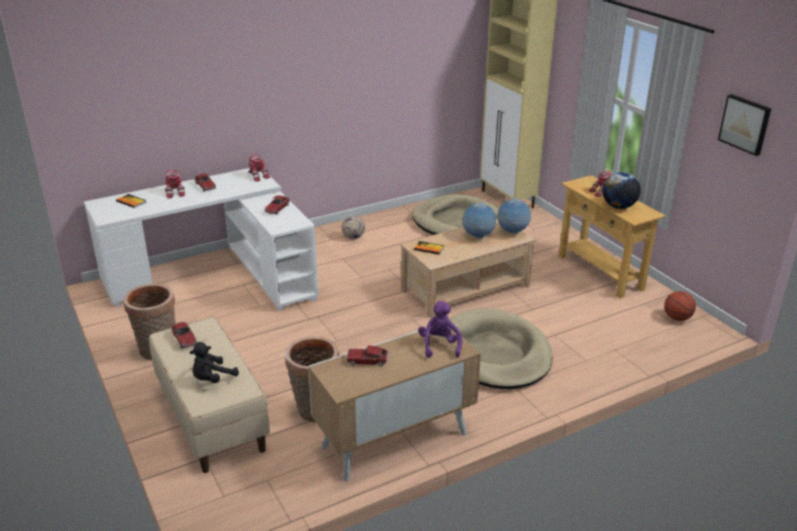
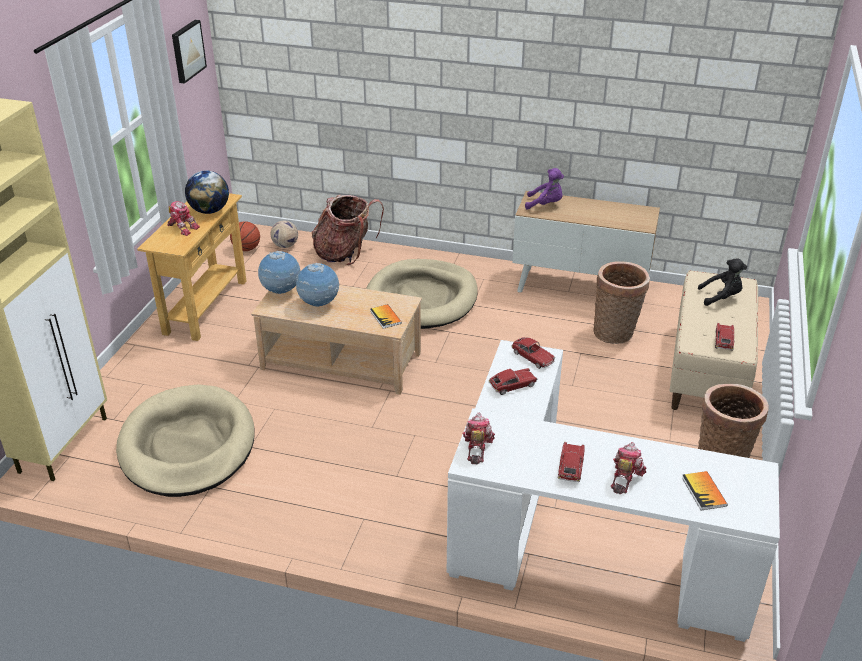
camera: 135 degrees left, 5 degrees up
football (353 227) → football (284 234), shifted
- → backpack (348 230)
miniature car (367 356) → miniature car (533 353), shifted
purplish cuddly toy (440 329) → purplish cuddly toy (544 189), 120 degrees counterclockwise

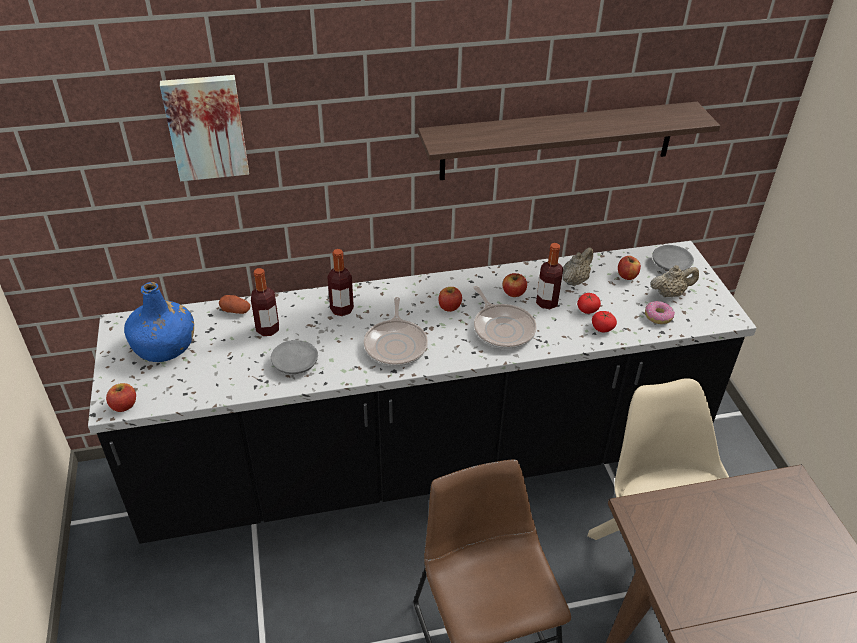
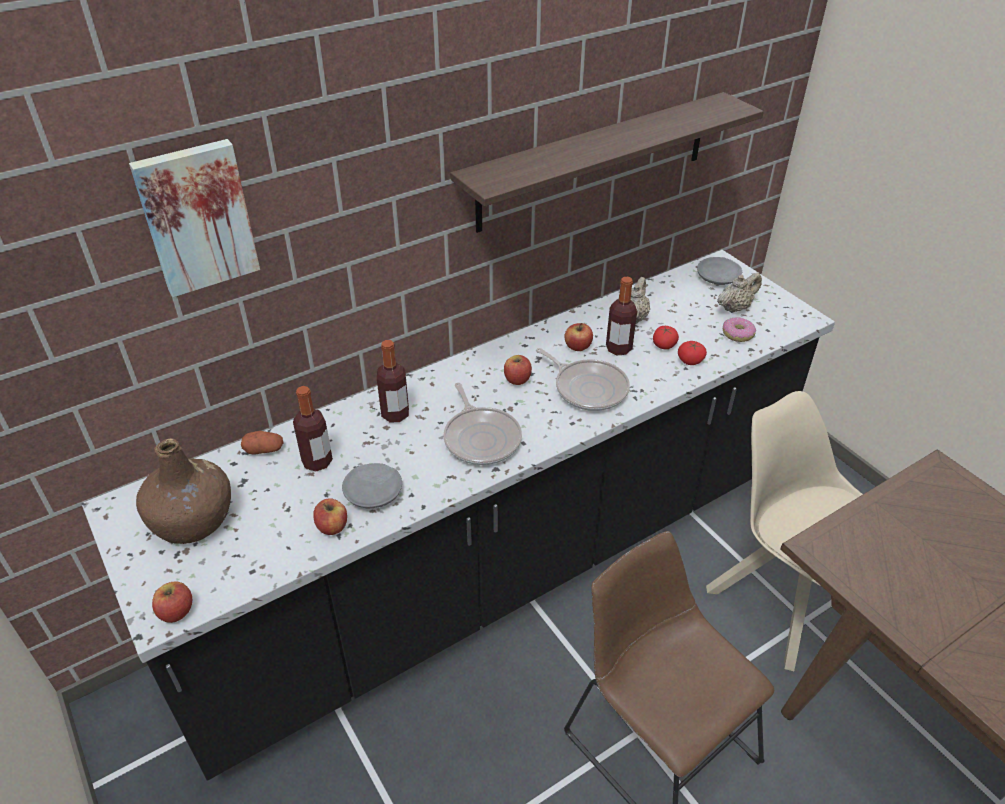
camera: 20 degrees left, 0 degrees up
bluish beverage bottle (159 322) → brown beverage bottle (183 491)
whole apple (629 268) → whole apple (330 516), shifted

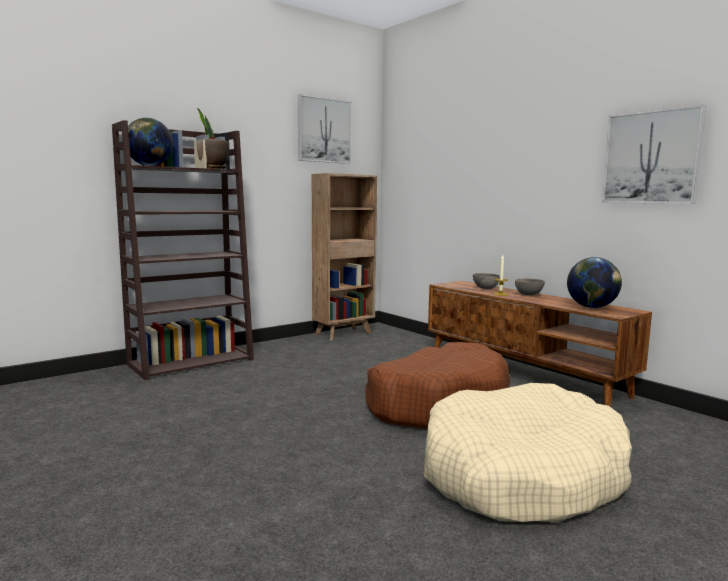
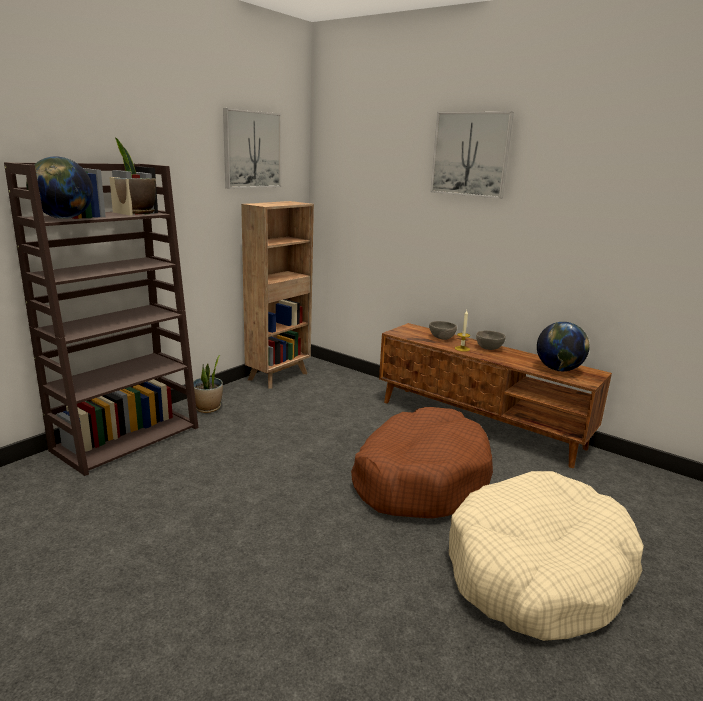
camera: 15 degrees left, 10 degrees up
- → houseplant (208 384)
wall art (654 154) → wall art (472 155), shifted

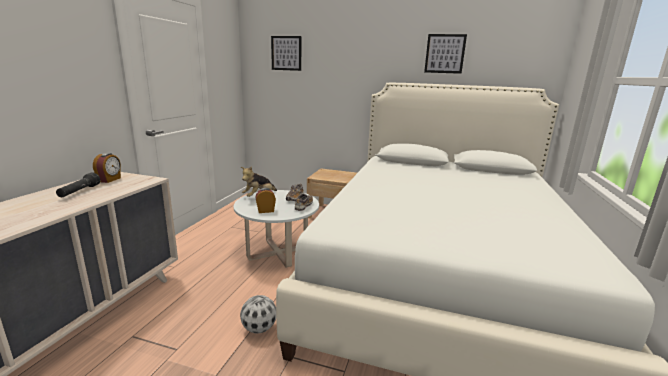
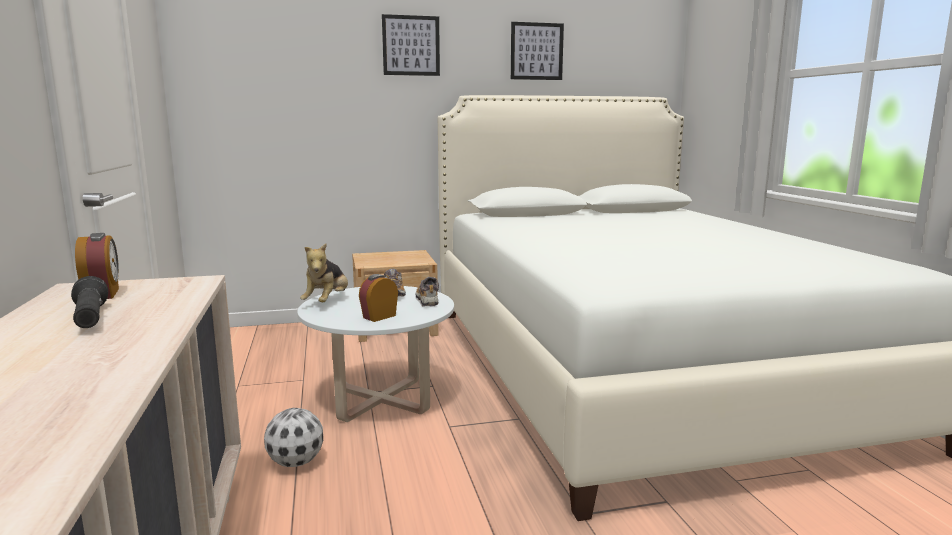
camera: 30 degrees left, 5 degrees down
football (258 314) → football (293 437), shifted
wall art (286 53) → wall art (411 45), shifted

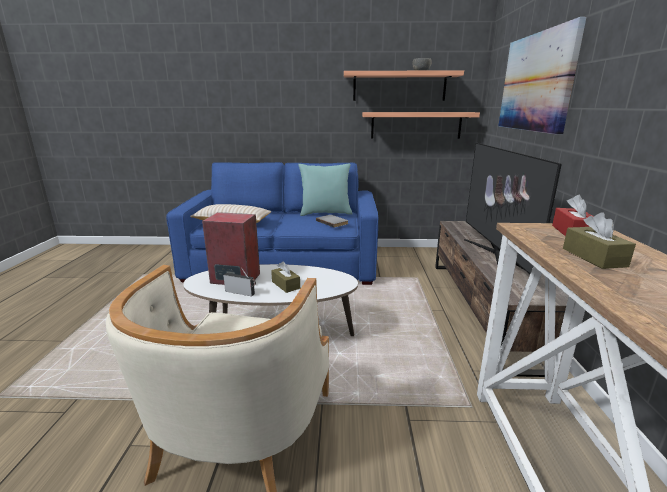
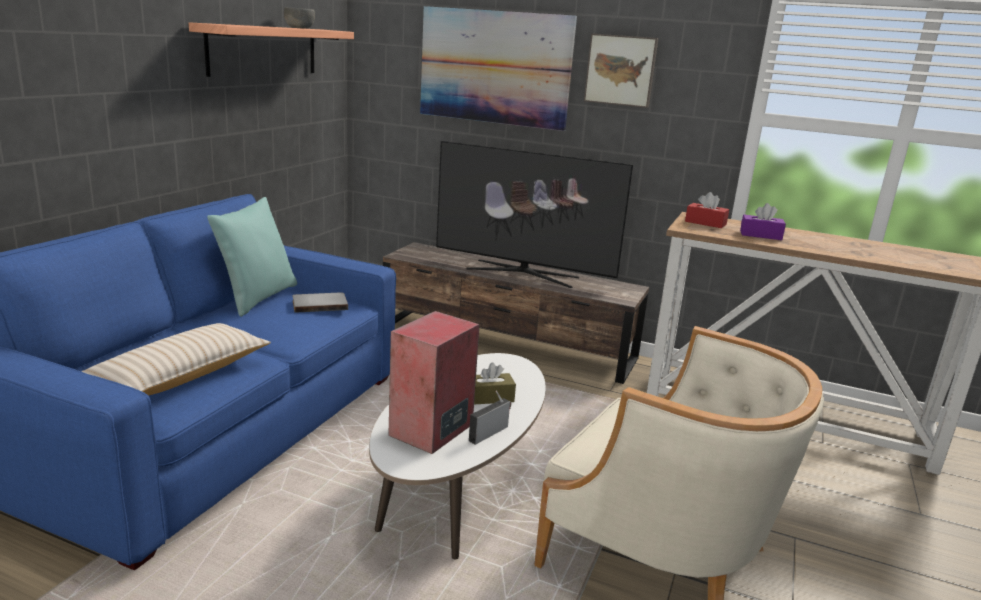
camera: 70 degrees left, 0 degrees up
- → wall art (621 70)
brown box of tissues (599 241) → purplish box of tissues (763 221)
bracket shelf (421 125) → -

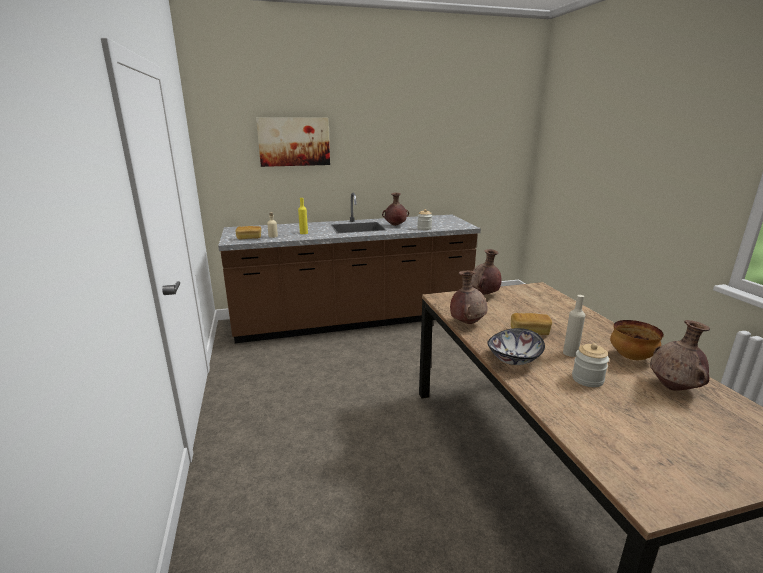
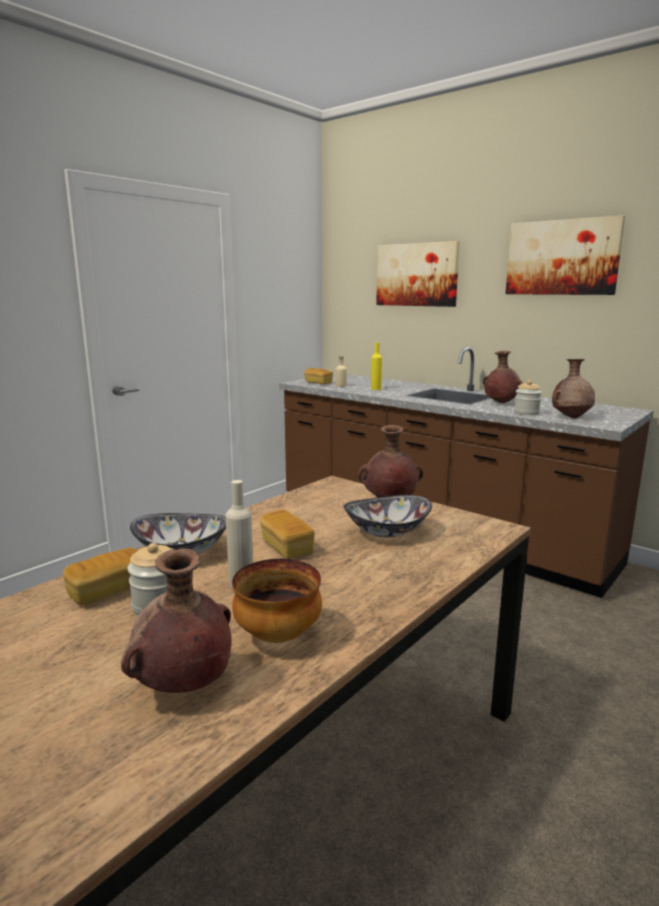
camera: 55 degrees right, 5 degrees down
- → bread (100 576)
- → bowl (388 516)
- → wall art (565 255)
brown flower vase (469 297) → brown flower vase (573 388), shifted

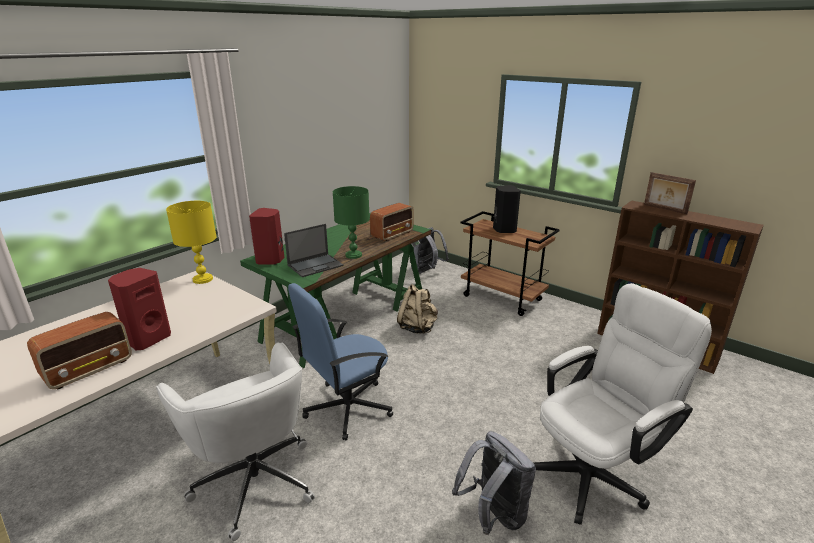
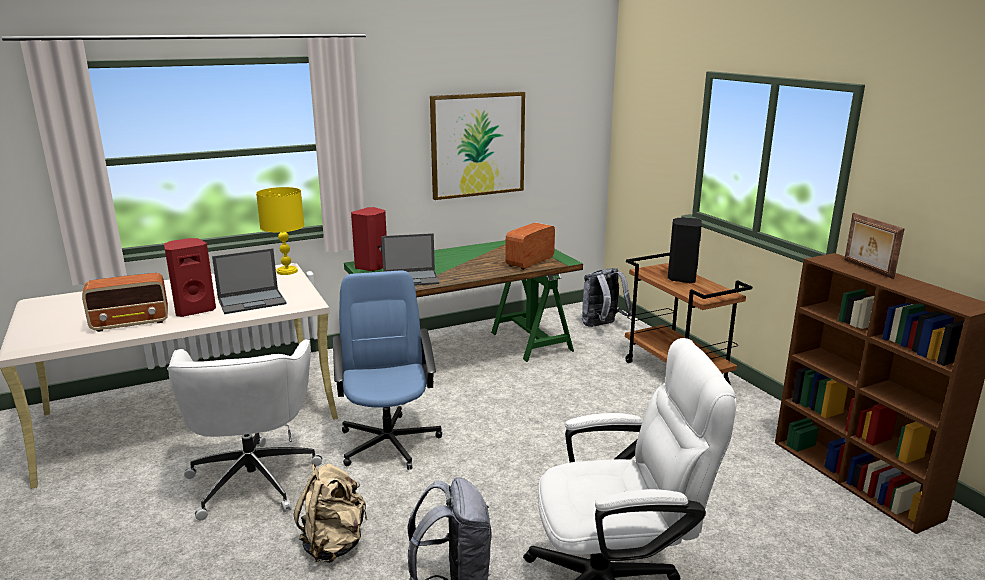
camera: 25 degrees right, 5 degrees down
- → laptop (249 281)
beige backpack (417 309) → beige backpack (331 513), shifted
bluish desk chair (340 361) → bluish desk chair (387 370), 90 degrees clockwise
- → wall art (477 146)
radio set (392 222) → radio set (530 246), 150 degrees clockwise
greenish table lamp (351 222) → -

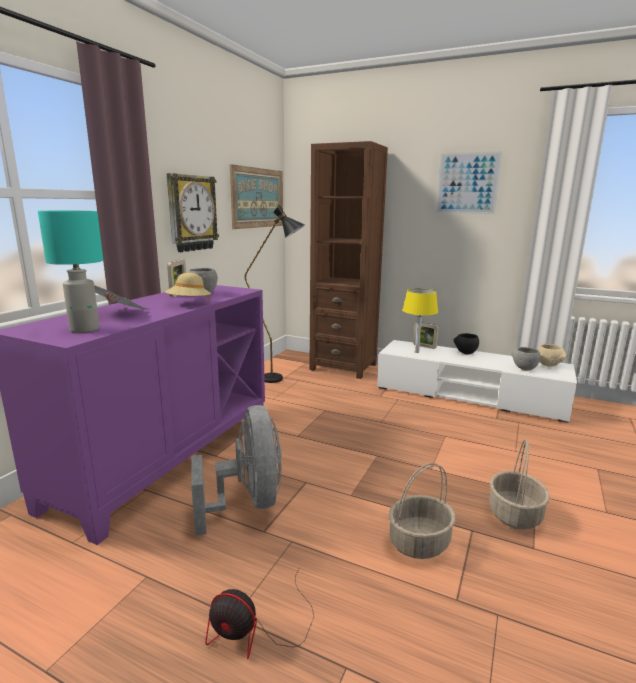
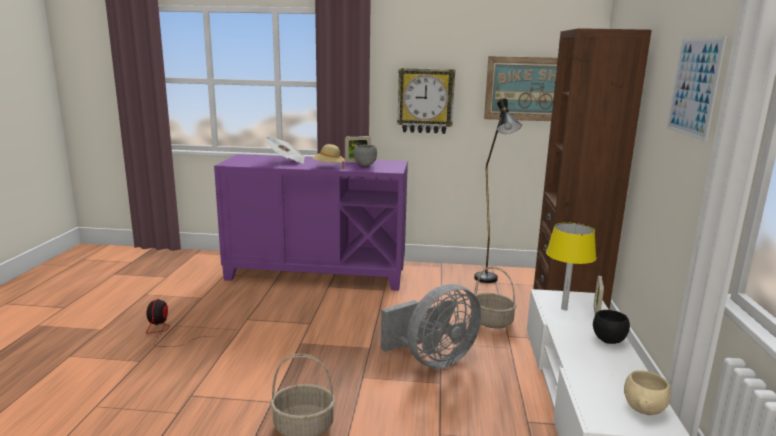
camera: 70 degrees right, 0 degrees up
gray cooling fan (236 470) → gray cooling fan (431 326), shifted
household basket (422 511) → household basket (495 297), shifted
turquoise table lamp (70 272) → -
gray bowl (525 359) → -

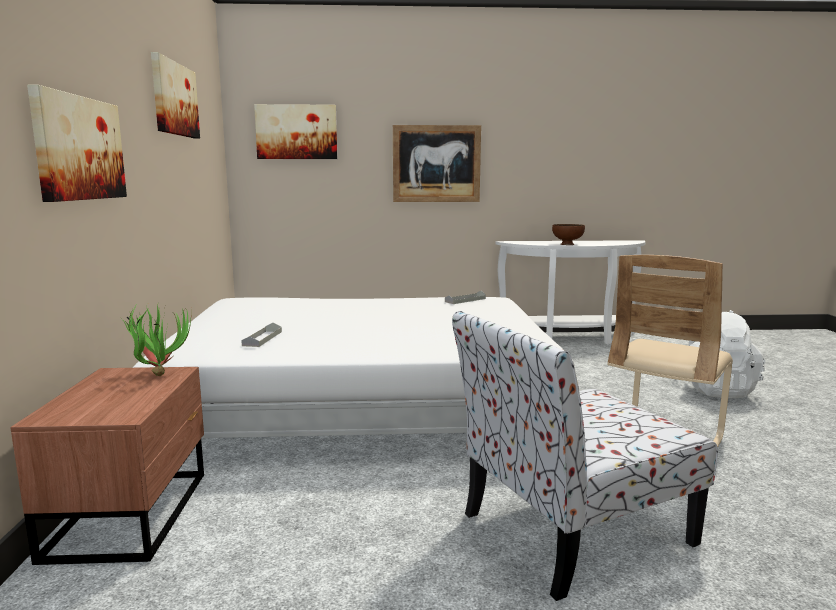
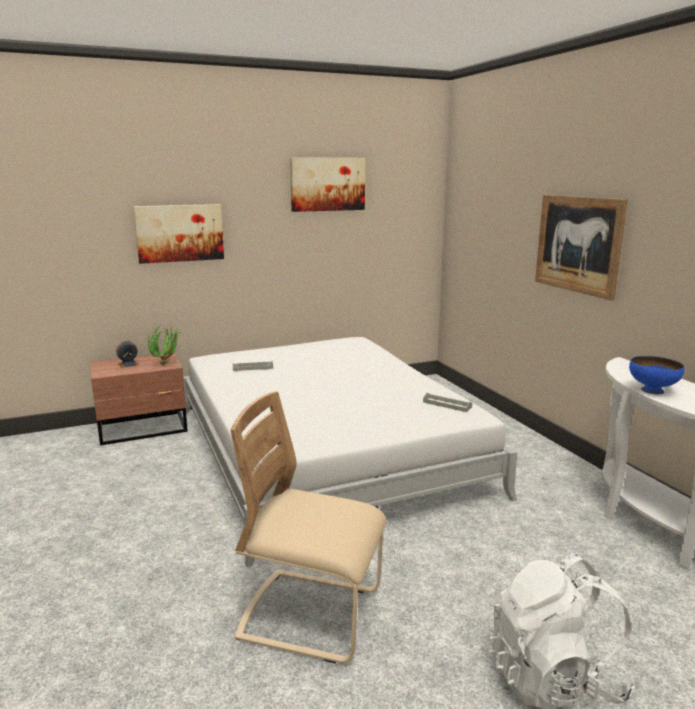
camera: 70 degrees right, 5 degrees up
- → table clock (127 354)
brown bowl (568 234) → bluish bowl (656 375)
wall art (295 131) → -
chair (585 456) → -

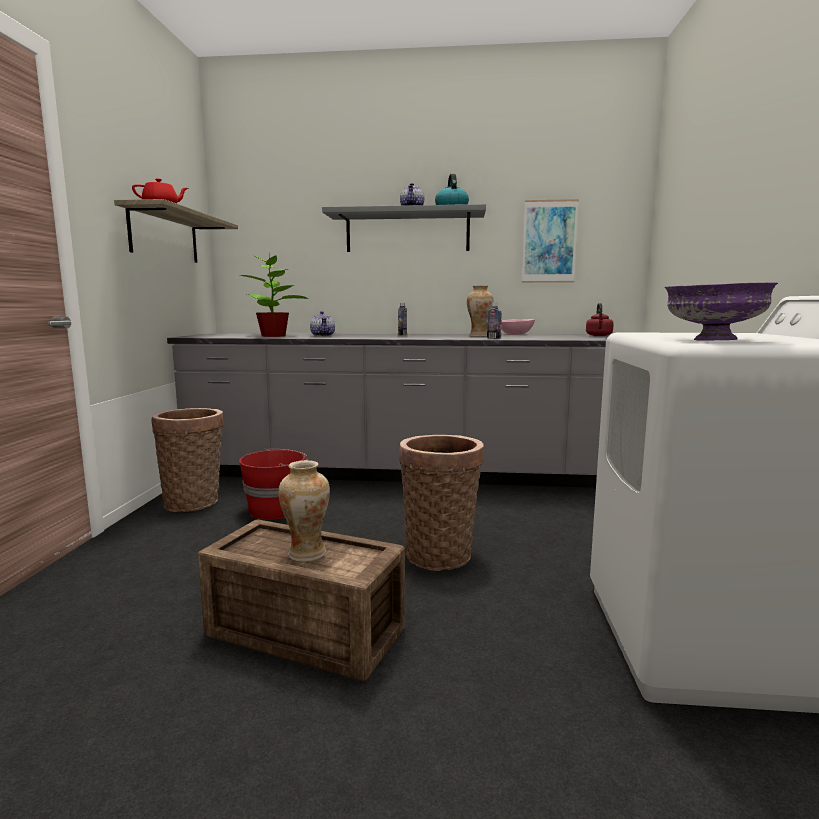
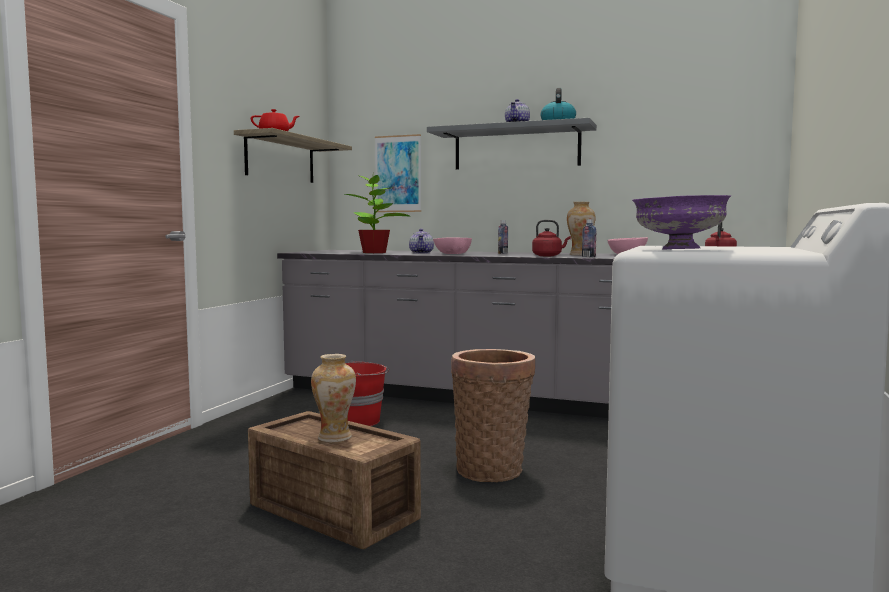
camera: 15 degrees right, 5 degrees down
wall art (550 241) → wall art (398 173), shifted
- → pinkish bowl (452 245)
- → red-coloured kettle (551 238)
household basket (187 460) → -

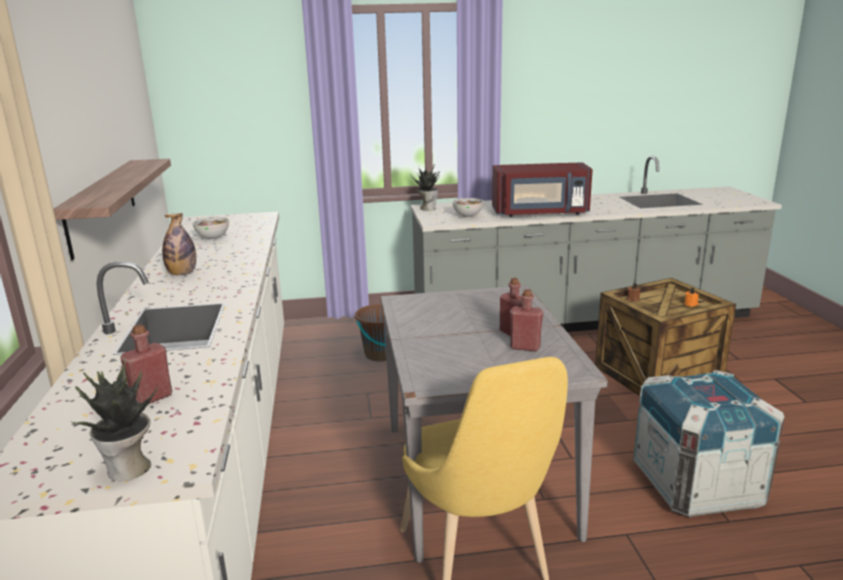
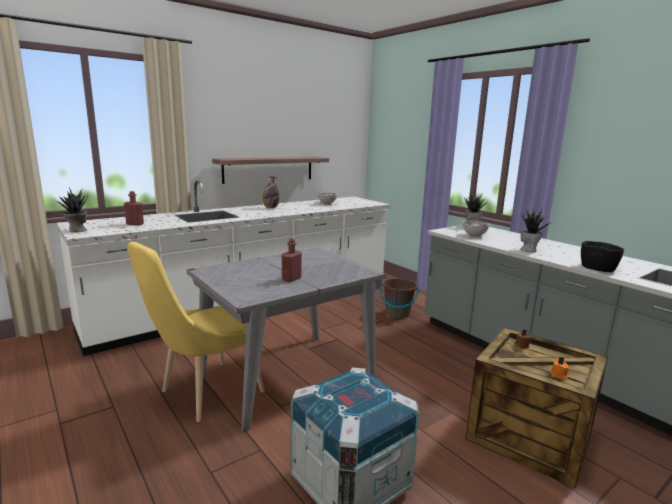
camera: 60 degrees right, 5 degrees down
red-coloured kitchen microwave (542 189) → houseplant (536 230)
- → blackish bowl (602 256)
red-coloured beverage bottle (526 320) → -

